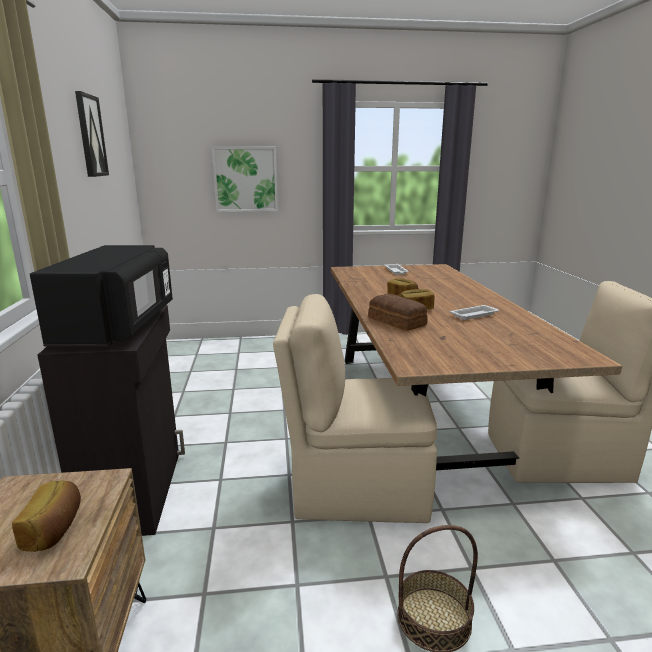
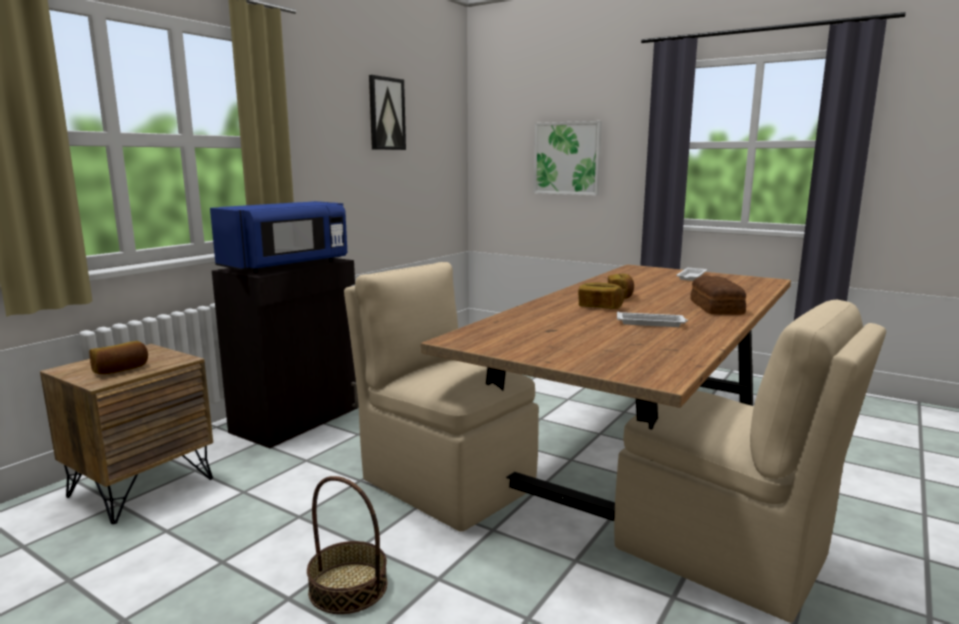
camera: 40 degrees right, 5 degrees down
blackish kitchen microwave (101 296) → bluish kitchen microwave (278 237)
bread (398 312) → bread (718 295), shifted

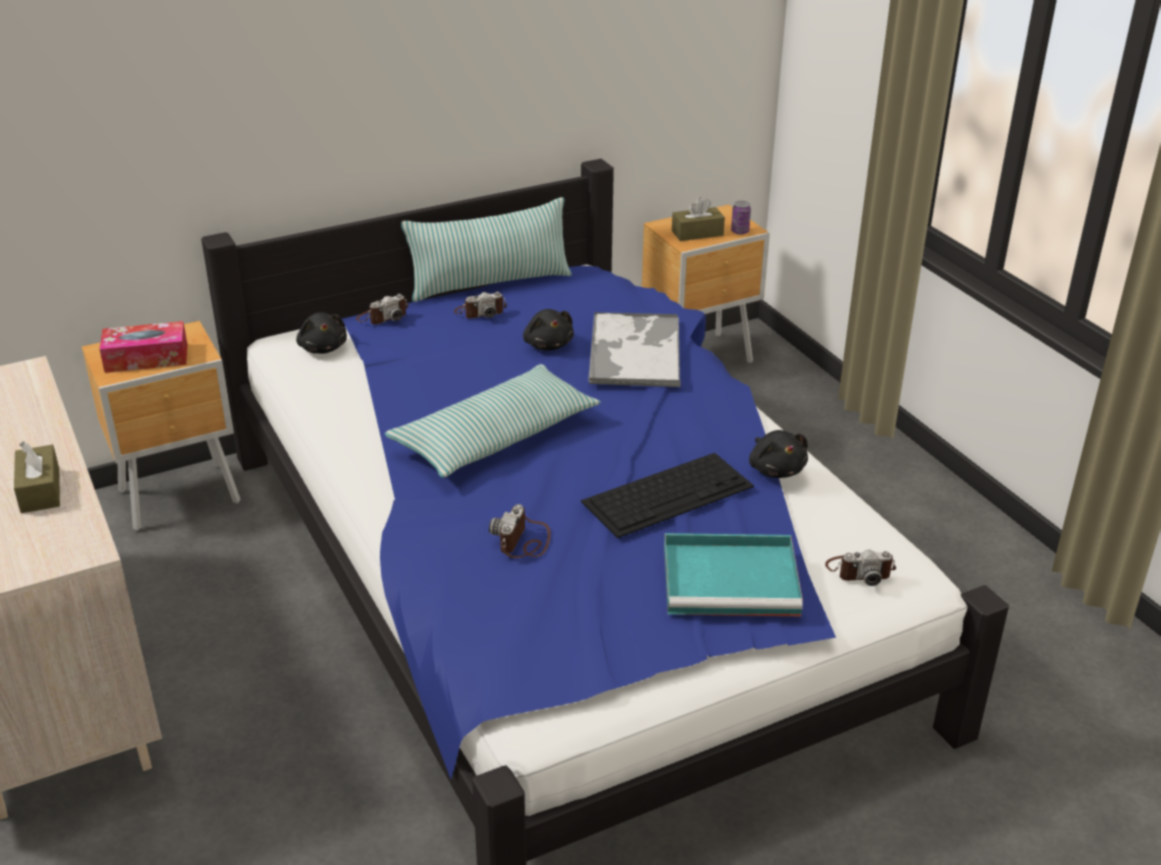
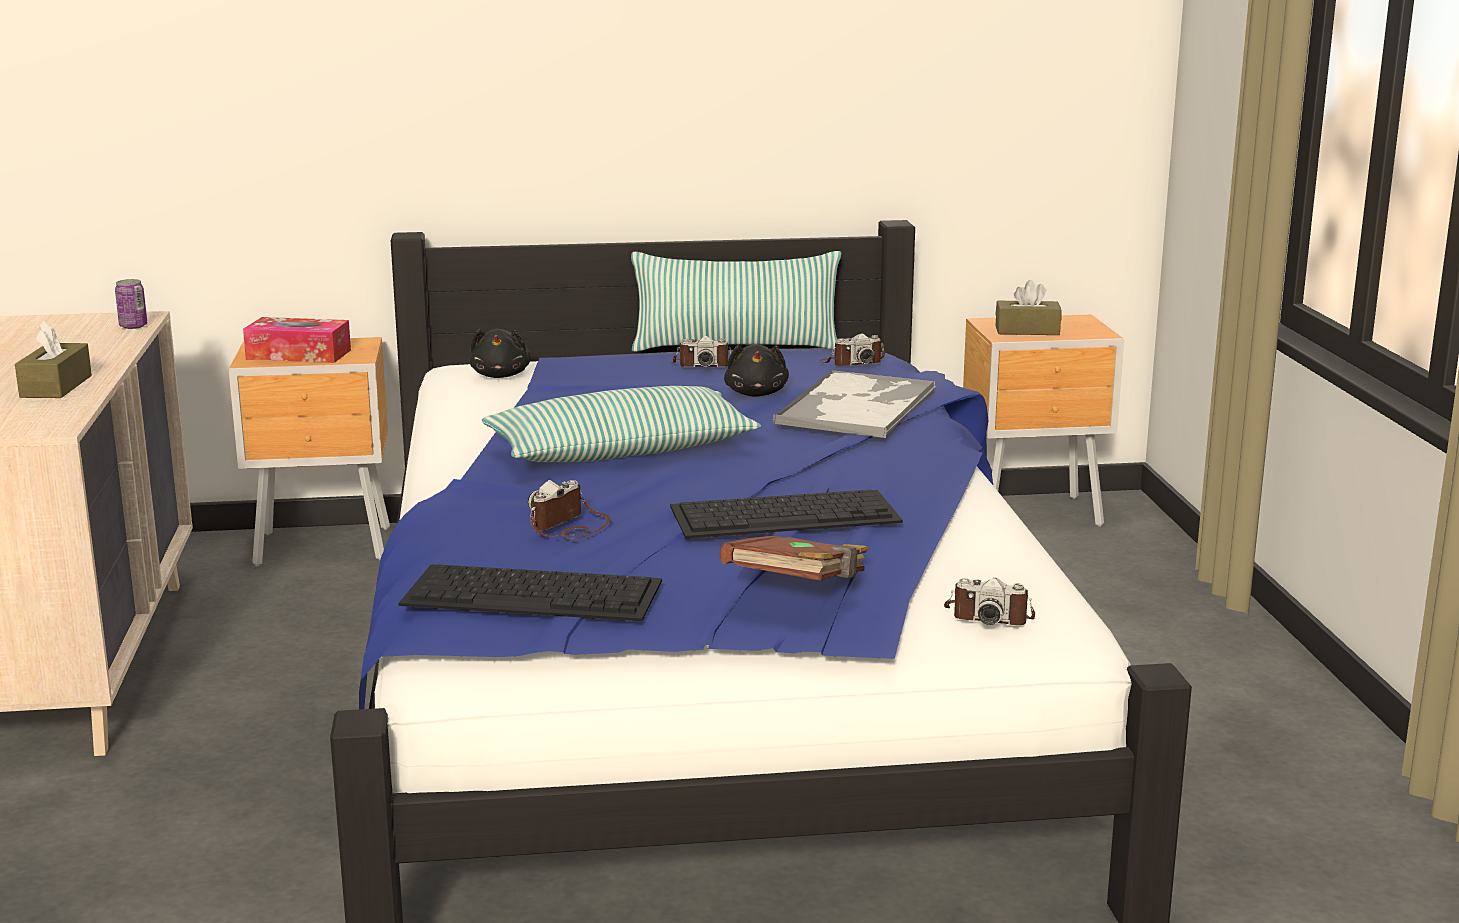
camera: 20 degrees right, 15 degrees down
metal can (741 218) → metal can (131 304), shifted
- → PC keyboard (530 592)
turquoise tray (733 574) → brown bound book (794 558)
photo camera (382 309) → photo camera (852 349), shifted
blackish cuddly toy (778 454) → -

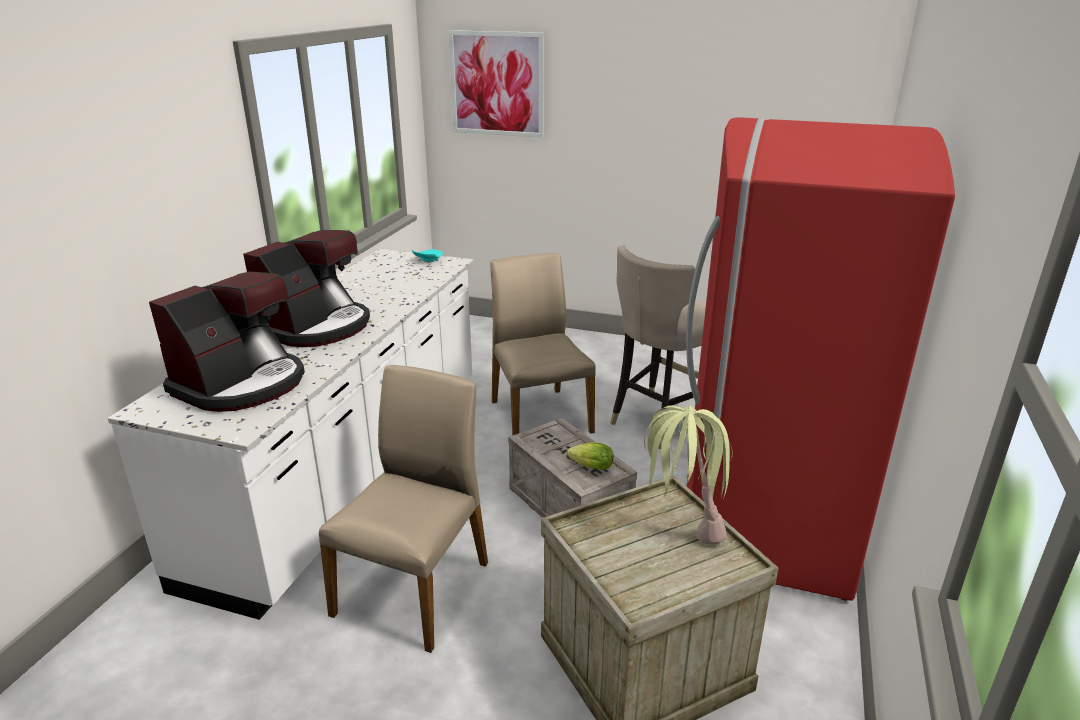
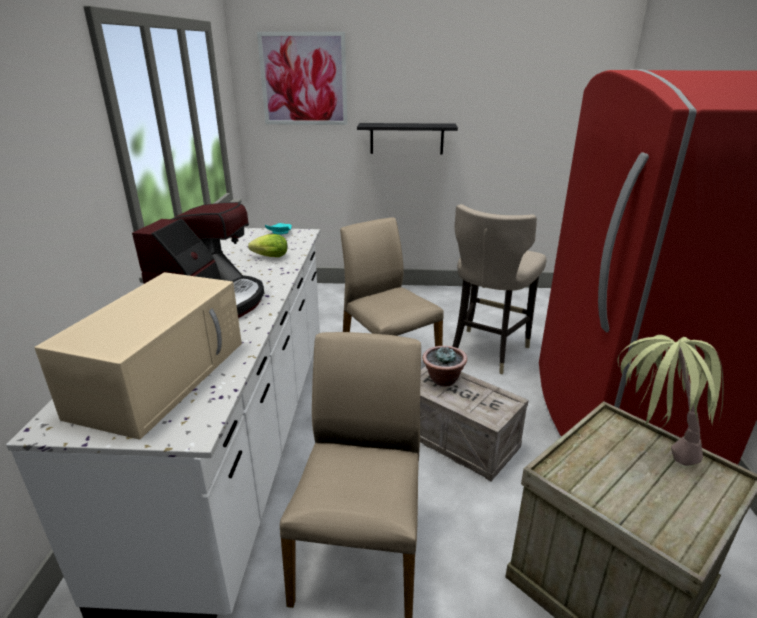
camera: 15 degrees left, 0 degrees up
coffee maker (227 342) → beige kitchen microwave (138 356)
lettuce head (590 456) → lettuce head (268 245), shifted
- → blackish bracket shelf (407 139)
- → houseplant (444 366)

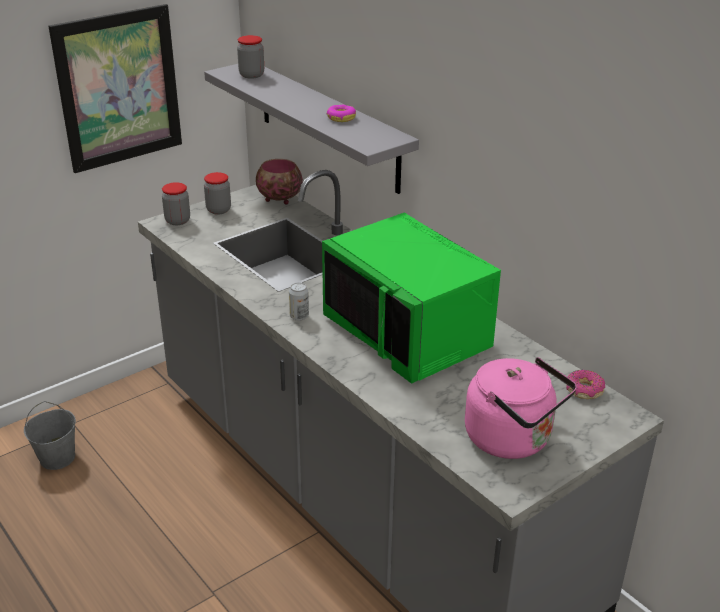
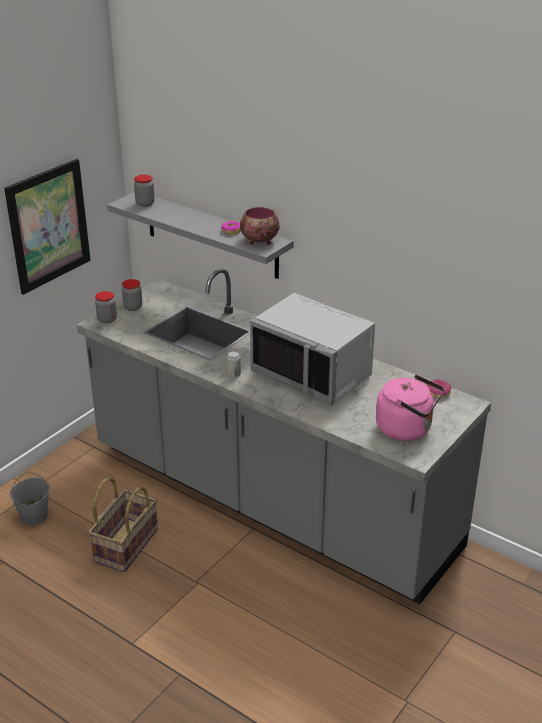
camera: 15 degrees left, 0 degrees up
- → household basket (123 524)
bowl (279 182) → bowl (260 226), shifted
greenish kitchen microwave (411 298) → gray kitchen microwave (312 349)

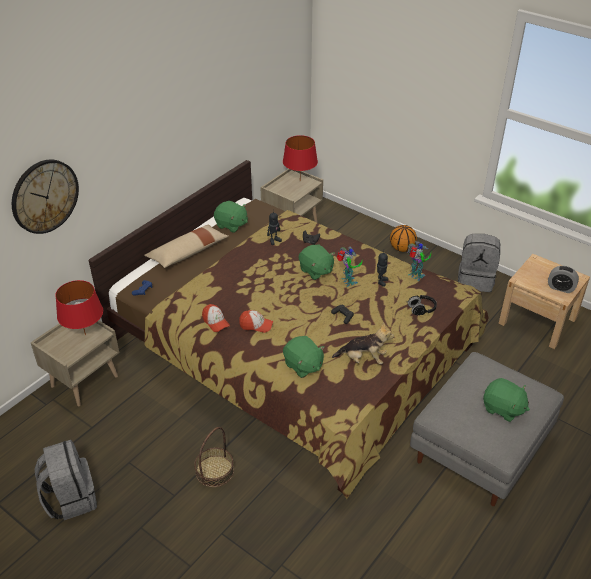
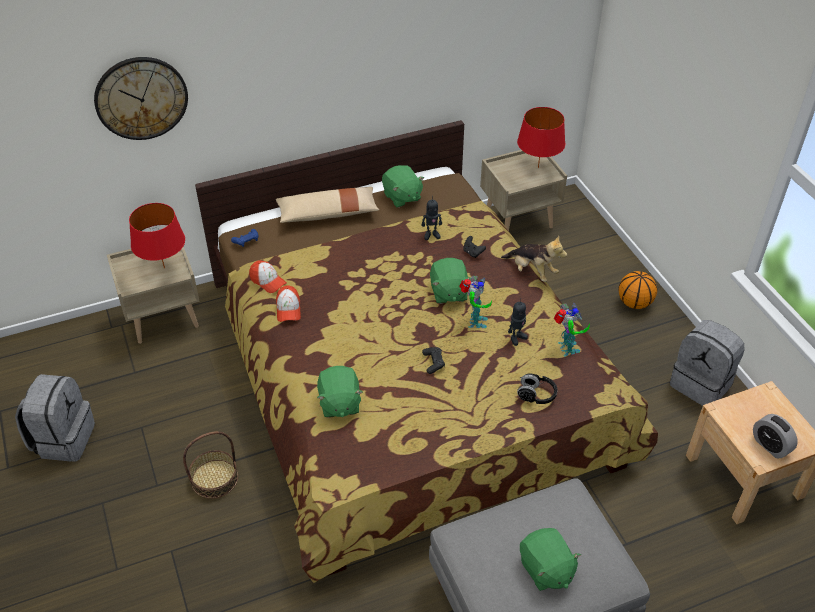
camera: 30 degrees right, 5 degrees up
cap (256 321) → cap (268 276), shifted
cuddly toy (363 343) → cuddly toy (534 259), shifted

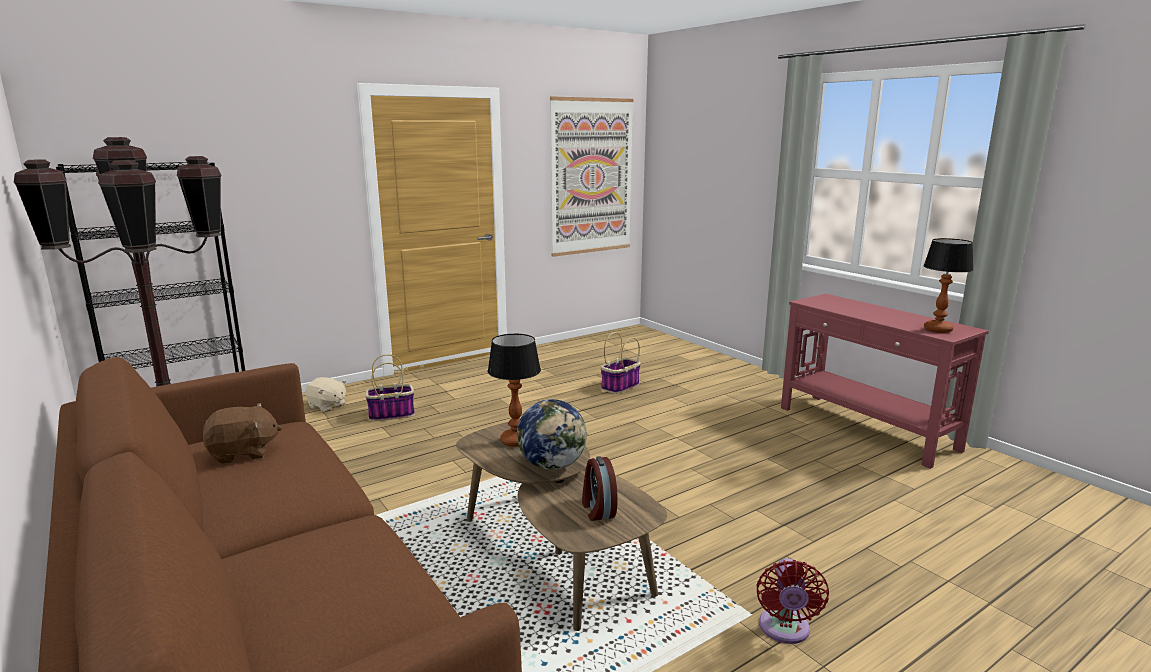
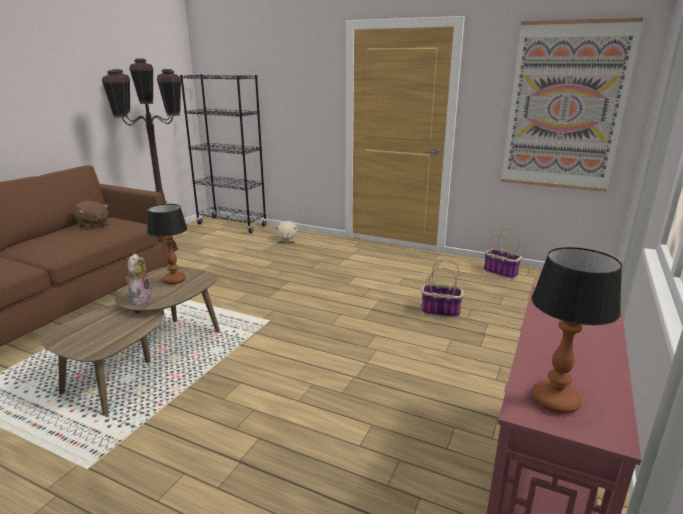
camera: 60 degrees right, 5 degrees up
desk globe (552 434) → cuddly toy (139 279)
household basket (390 387) → household basket (503 253), shifted
table clock (600 488) → -
red-coloured cooling fan (792 601) → -

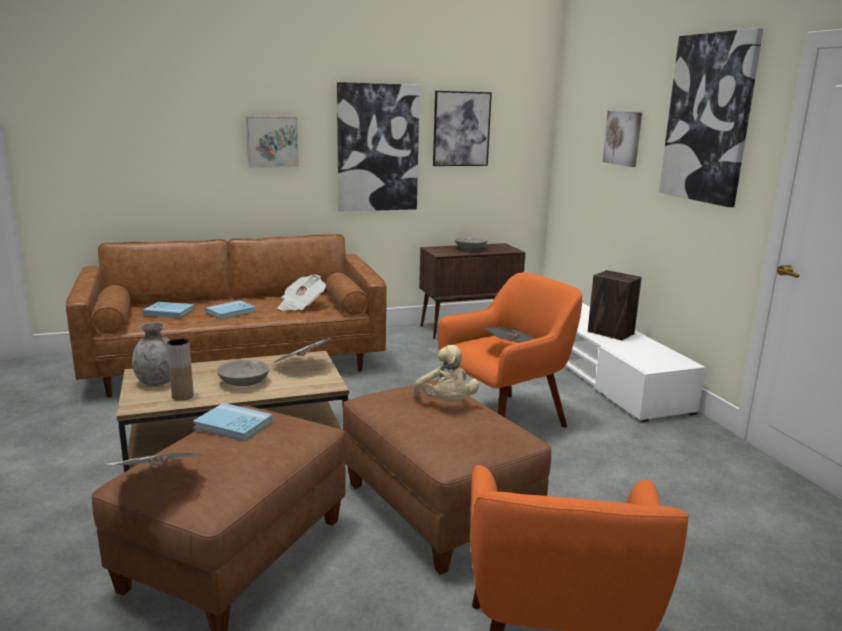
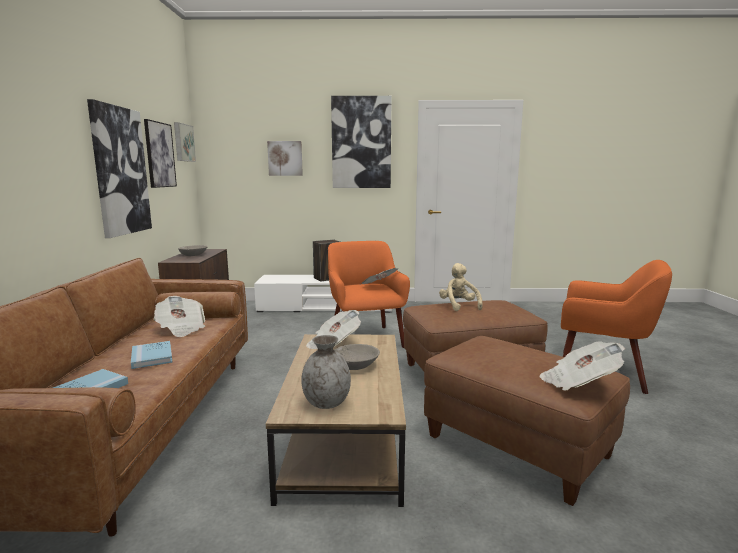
camera: 70 degrees left, 5 degrees down
wall art (272 142) → wall art (185 142), shifted
beige cuddly toy (446 373) → beige cuddly toy (461 287), 105 degrees counterclockwise
brown flower vase (180 369) → -
bluish bound book (233 422) → -

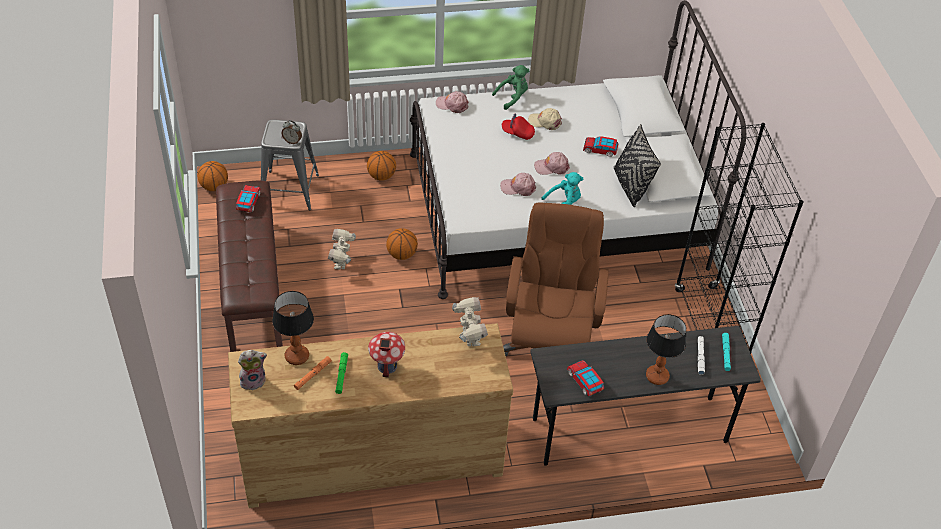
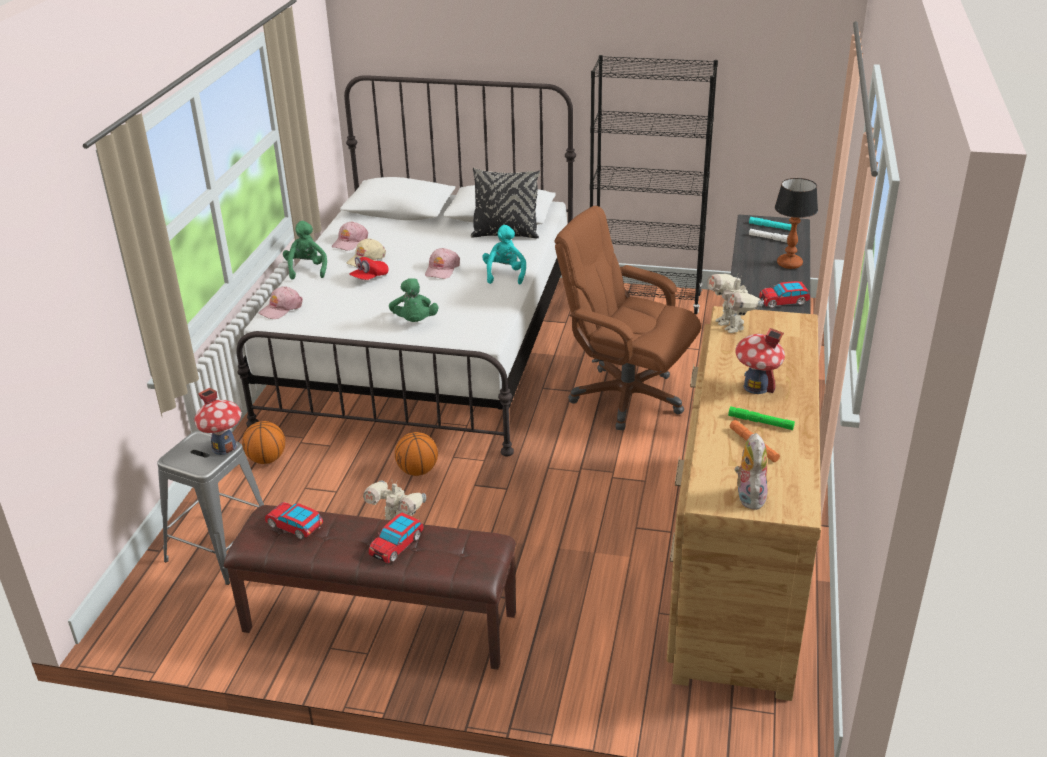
camera: 65 degrees left, 15 degrees down
table clock (292 132) → miniature house (217 421)
pinkish cap (518 184) → pinkish cap (350 236), shifted
miniature car (600 146) → miniature car (396 538), shifted
- → greenish cuddly toy (413 300)
toy robot (470 321) → toy robot (735 302), 120 degrees counterclockwise
basketball (212 176) → -
table lamp (293 328) → -

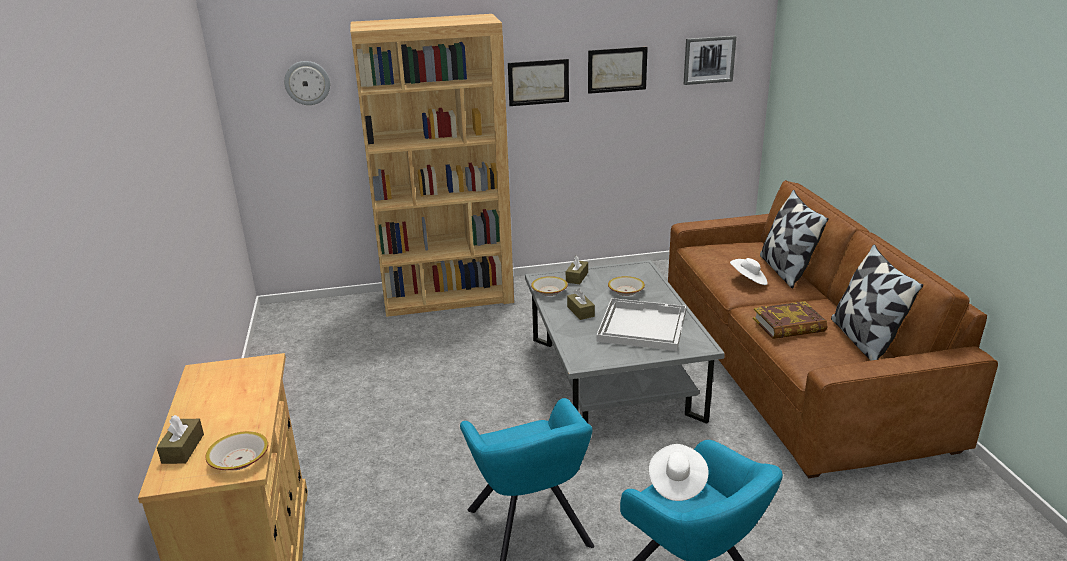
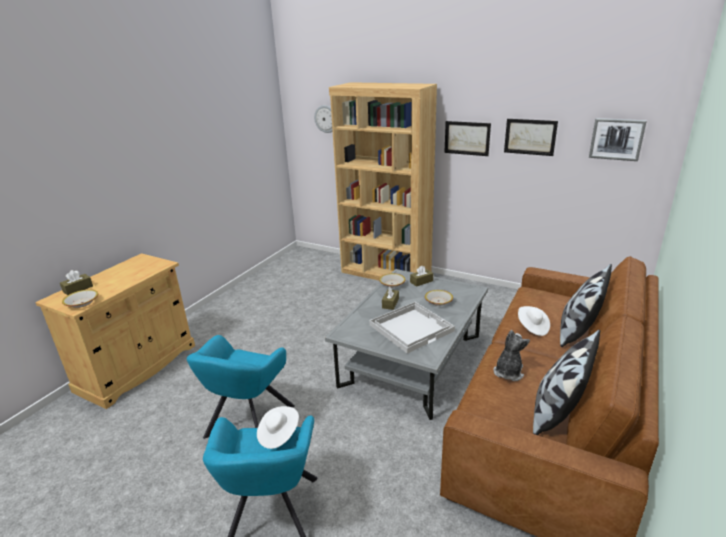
camera: 40 degrees right, 0 degrees up
bound book (790 320) → cuddly toy (511 355)

